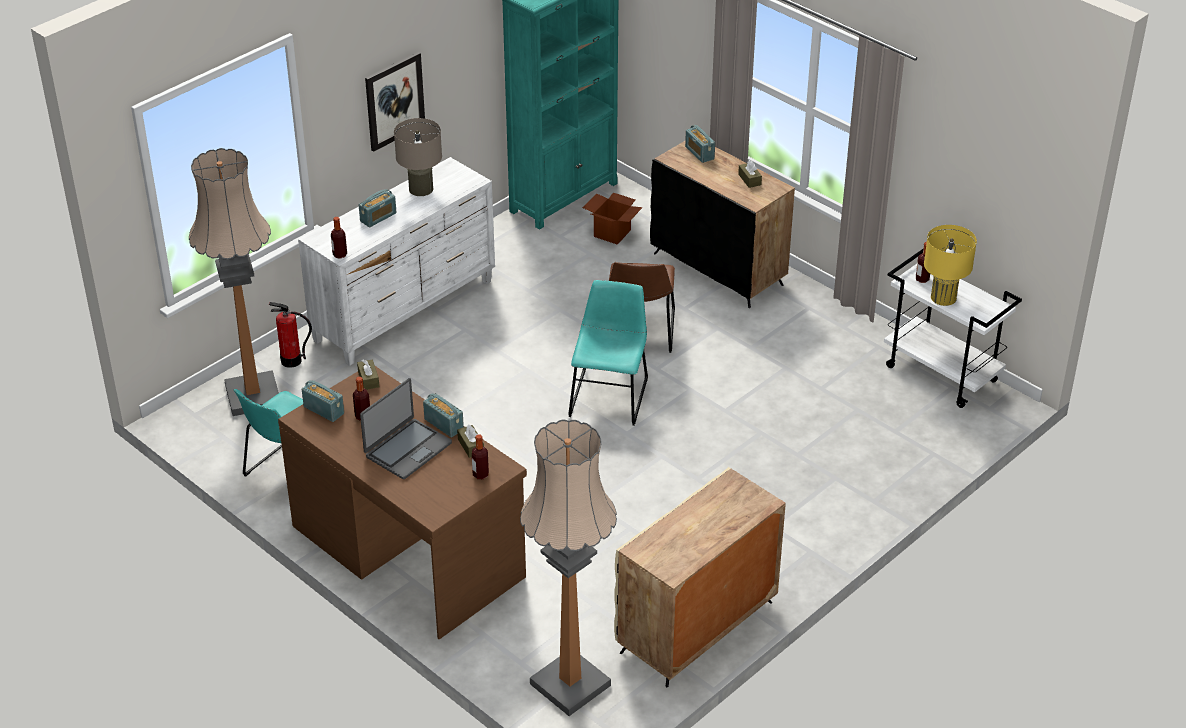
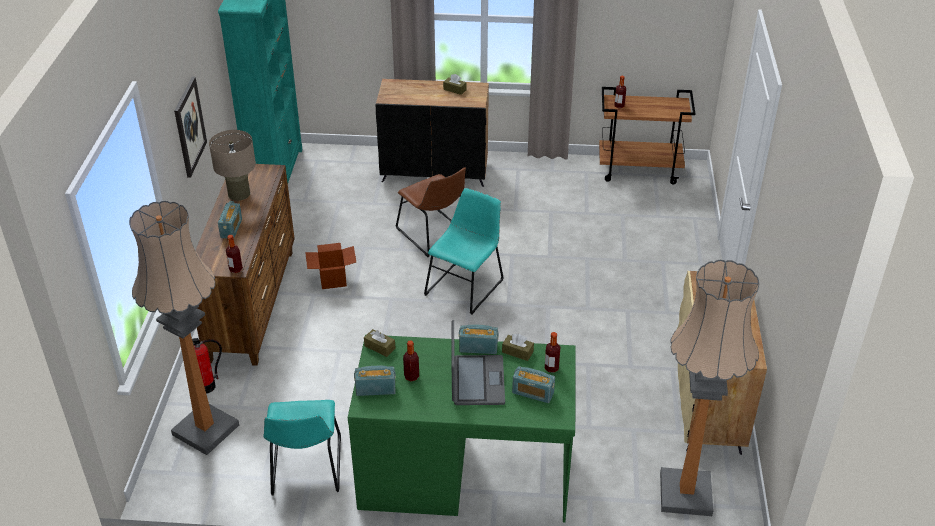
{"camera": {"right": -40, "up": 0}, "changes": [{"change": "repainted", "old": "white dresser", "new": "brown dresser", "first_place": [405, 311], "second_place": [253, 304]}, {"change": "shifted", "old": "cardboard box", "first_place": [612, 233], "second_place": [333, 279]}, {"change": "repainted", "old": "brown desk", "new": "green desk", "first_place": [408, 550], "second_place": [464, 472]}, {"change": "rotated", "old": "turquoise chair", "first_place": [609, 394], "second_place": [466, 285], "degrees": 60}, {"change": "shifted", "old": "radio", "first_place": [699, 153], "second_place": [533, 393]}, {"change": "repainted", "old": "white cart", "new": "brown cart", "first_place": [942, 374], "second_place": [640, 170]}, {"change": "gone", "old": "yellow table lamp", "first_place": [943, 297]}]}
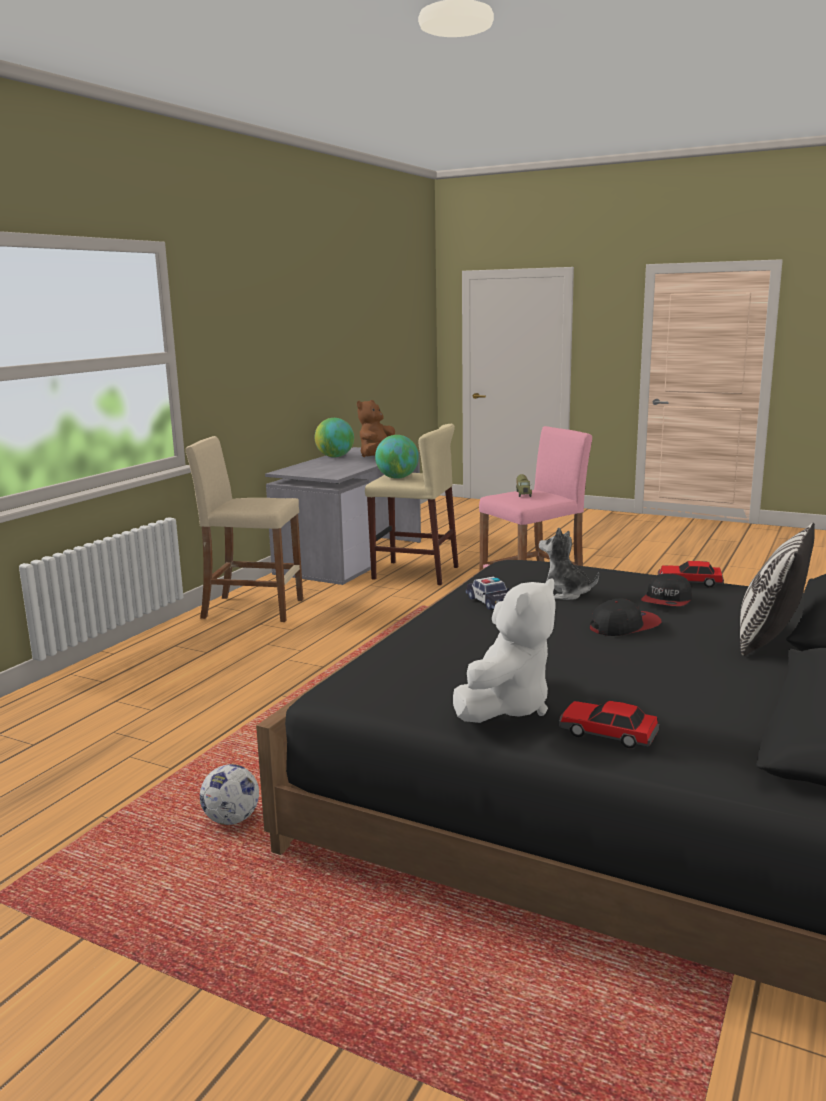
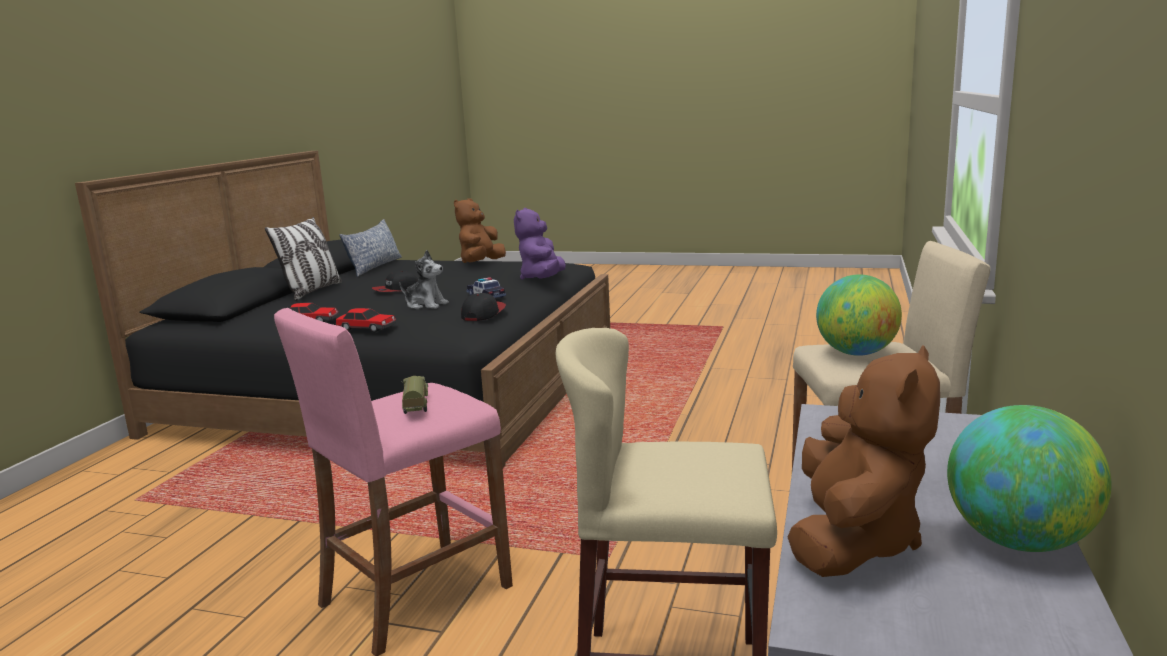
{"camera": {"right": 170, "up": 0}, "changes": [{"change": "shifted", "old": "toy car", "first_place": [607, 733], "second_place": [367, 328]}, {"change": "new", "new": "pillow", "second_place": [374, 266]}, {"change": "repainted", "old": "white plush toy", "new": "brown plush toy", "first_place": [506, 706], "second_place": [481, 263]}, {"change": "shifted", "old": "cap", "first_place": [667, 601], "second_place": [483, 313]}, {"change": "new", "new": "purple plush toy", "second_place": [542, 279]}, {"change": "shifted", "old": "globe", "first_place": [397, 478], "second_place": [856, 353]}, {"change": "gone", "old": "football", "first_place": [231, 820]}]}
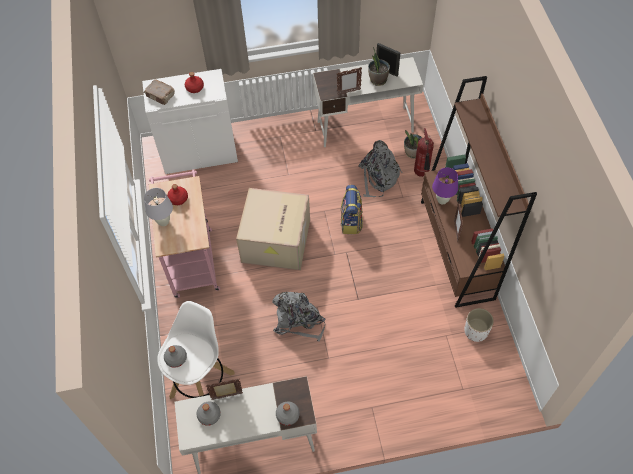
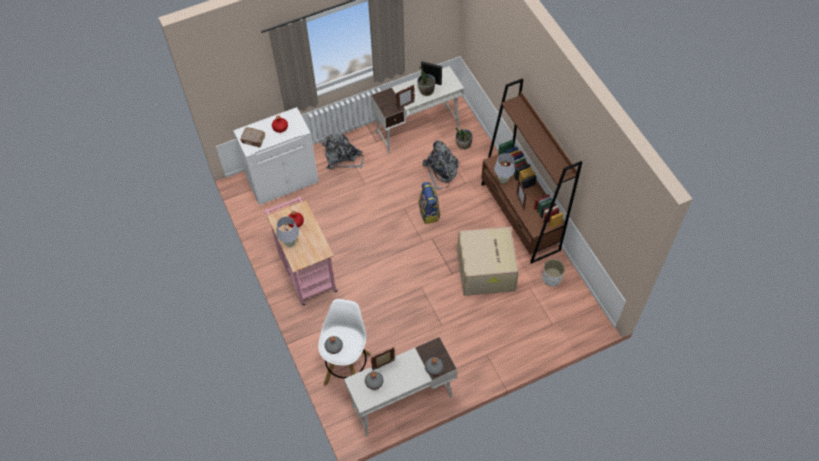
{"camera": {"right": -15, "up": 0}, "changes": [{"change": "shifted", "old": "grey backpack", "first_place": [299, 320], "second_place": [343, 158]}, {"change": "shifted", "old": "cardboard box", "first_place": [277, 242], "second_place": [486, 271]}, {"change": "repainted", "old": "purple table lamp", "new": "white table lamp", "first_place": [442, 200], "second_place": [503, 180]}, {"change": "gone", "old": "fire extinguisher", "first_place": [421, 174]}]}
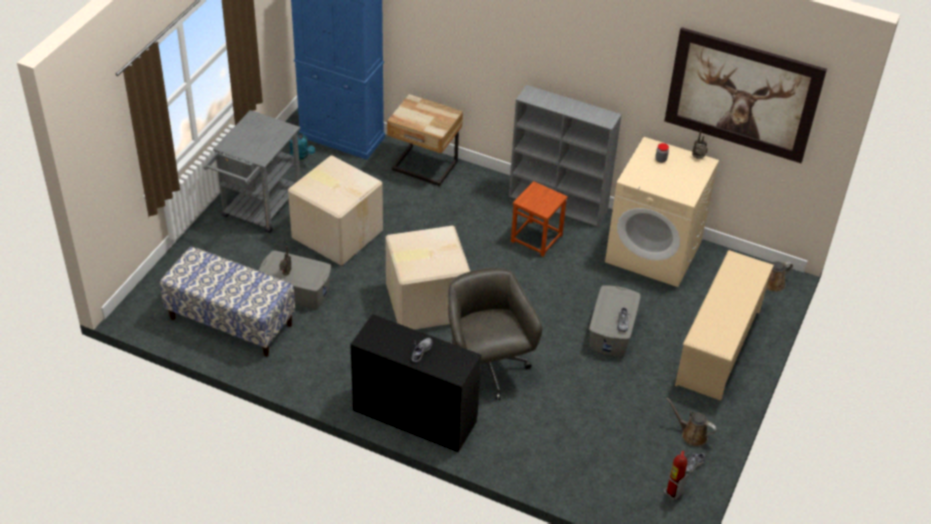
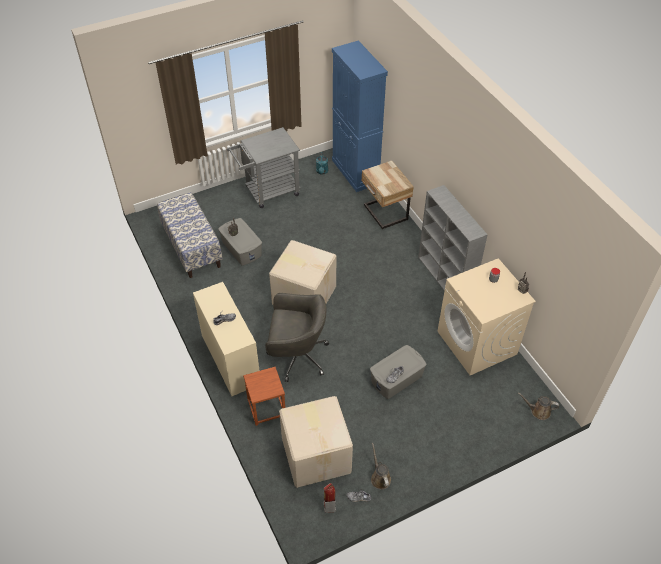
{"camera": {"right": 40, "up": 5}, "changes": [{"change": "repainted", "old": "black desk", "new": "beige desk", "first_place": [414, 415], "second_place": [230, 359]}, {"change": "shifted", "old": "brown stool", "first_place": [537, 238], "second_place": [267, 408]}, {"change": "rotated", "old": "grey office chair", "first_place": [485, 369], "second_place": [297, 356], "degrees": 75}, {"change": "shifted", "old": "cardboard box", "first_place": [337, 233], "second_place": [316, 454]}, {"change": "gone", "old": "picture", "first_place": [742, 95]}, {"change": "gone", "old": "beige shoe rack", "first_place": [719, 347]}]}
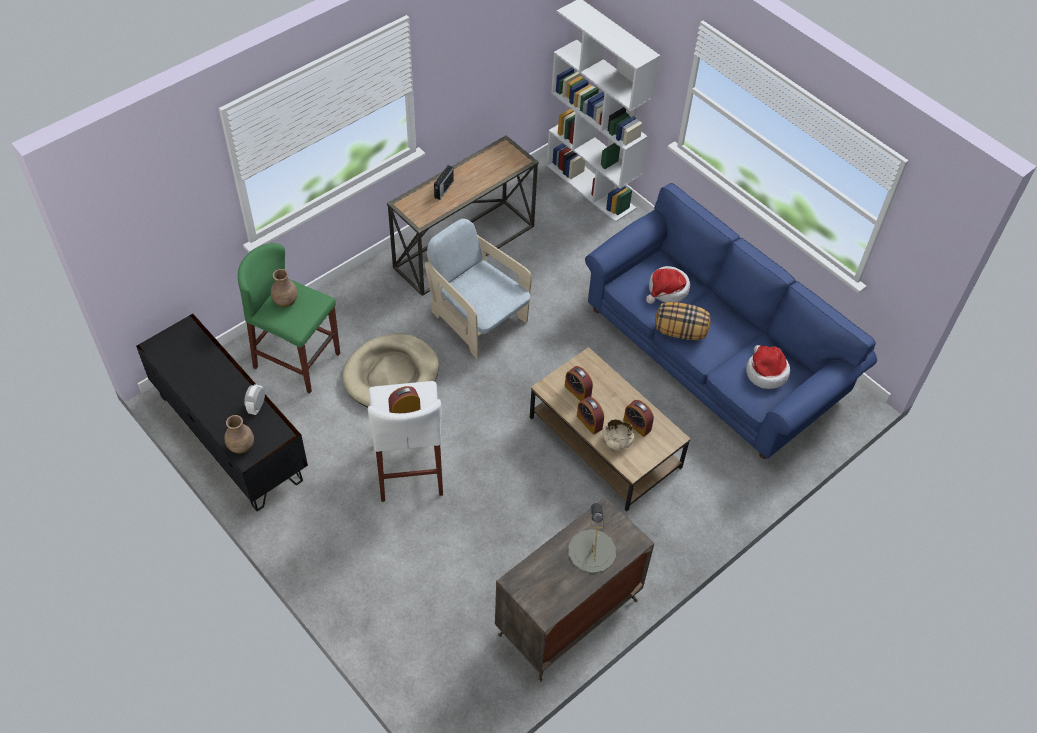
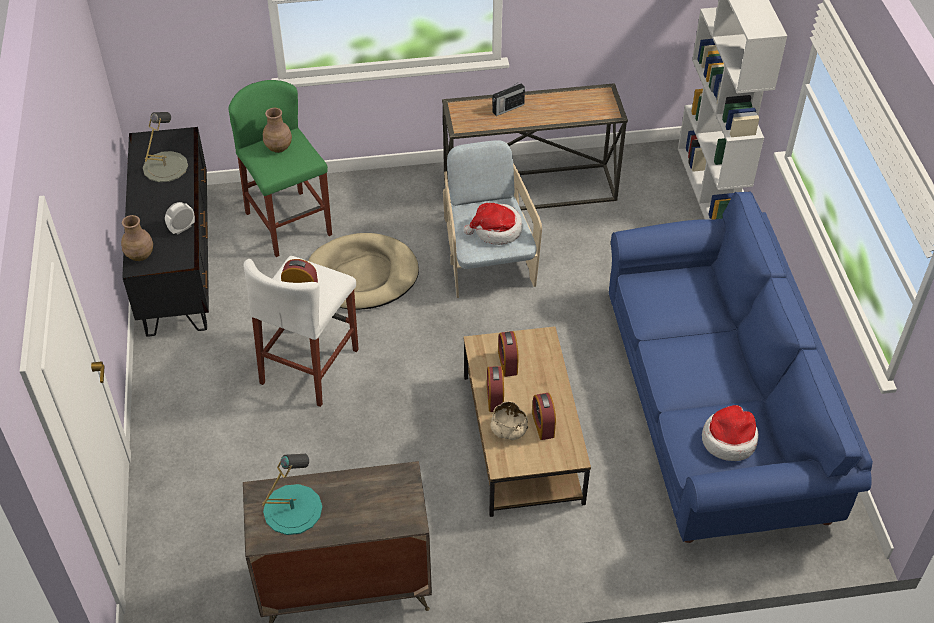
{"camera": {"right": 35, "up": -5}, "changes": [{"change": "shifted", "old": "grey table lamp", "first_place": [591, 551], "second_place": [165, 167]}, {"change": "new", "new": "turquoise table lamp", "second_place": [292, 509]}, {"change": "shifted", "old": "hat", "first_place": [667, 290], "second_place": [496, 230]}, {"change": "gone", "old": "pillow", "first_place": [680, 331]}]}
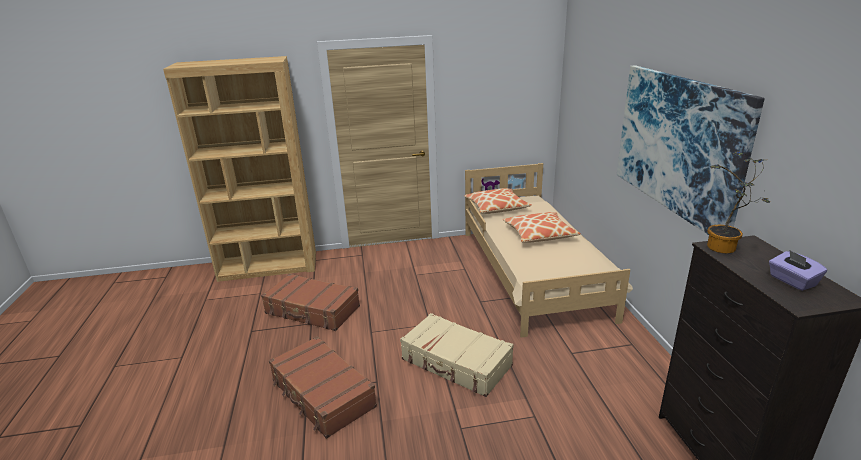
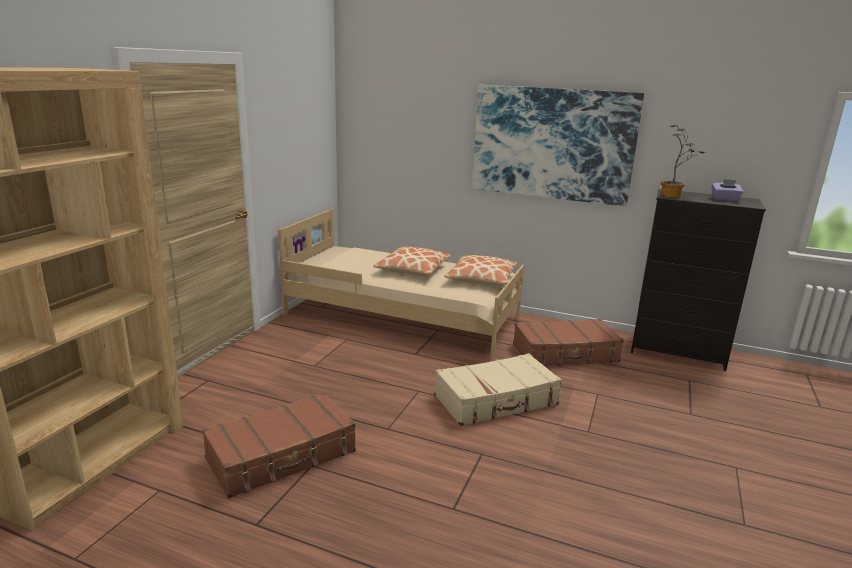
{"camera": {"right": -60, "up": -5}, "changes": [{"change": "shifted", "old": "pillow", "first_place": [496, 207], "second_place": [481, 279]}, {"change": "shifted", "old": "brown suitcase", "first_place": [322, 394], "second_place": [565, 353]}]}
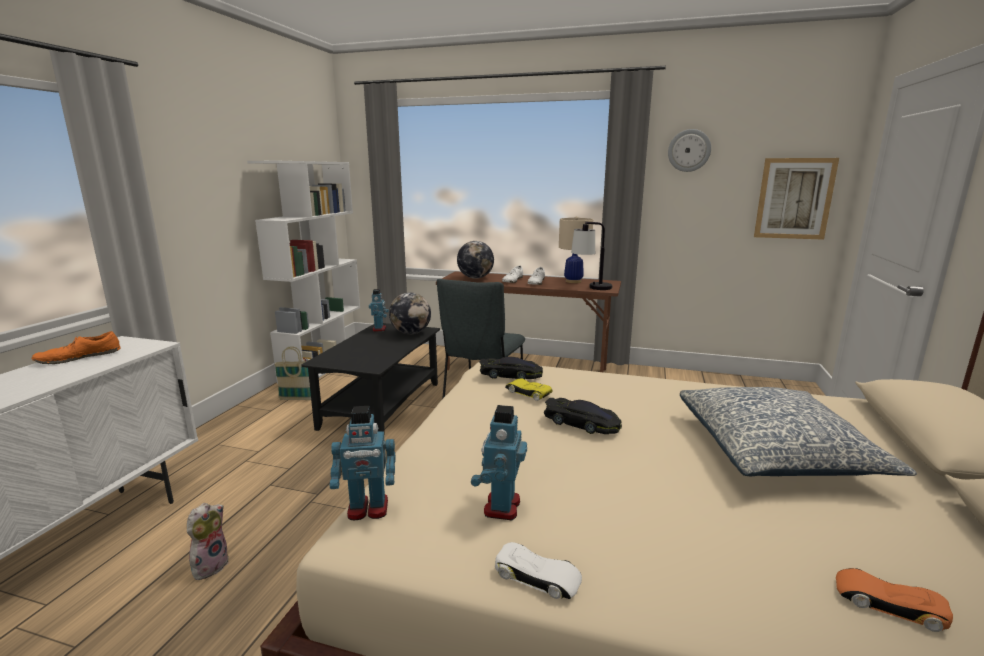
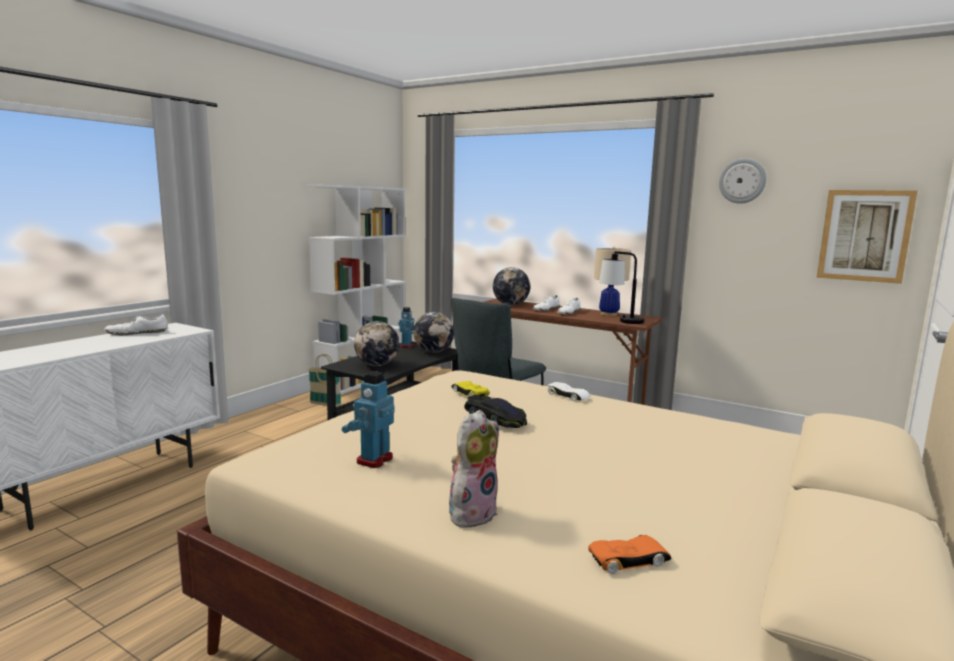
{"camera": {"right": 15, "up": -5}, "changes": [{"change": "repainted", "old": "orange shoe", "new": "white shoe", "first_place": [79, 357], "second_place": [137, 333]}, {"change": "new", "new": "globe", "second_place": [377, 365]}, {"change": "shifted", "old": "plush toy", "first_place": [210, 565], "second_place": [472, 513]}, {"change": "shifted", "old": "white toy car", "first_place": [537, 577], "second_place": [568, 396]}, {"change": "rotated", "old": "orange toy car", "first_place": [888, 604], "second_place": [629, 559], "degrees": 120}, {"change": "gone", "old": "toy robot", "first_place": [368, 509]}, {"change": "gone", "old": "black toy car", "first_place": [510, 374]}, {"change": "gone", "old": "pillow", "first_place": [775, 452]}]}
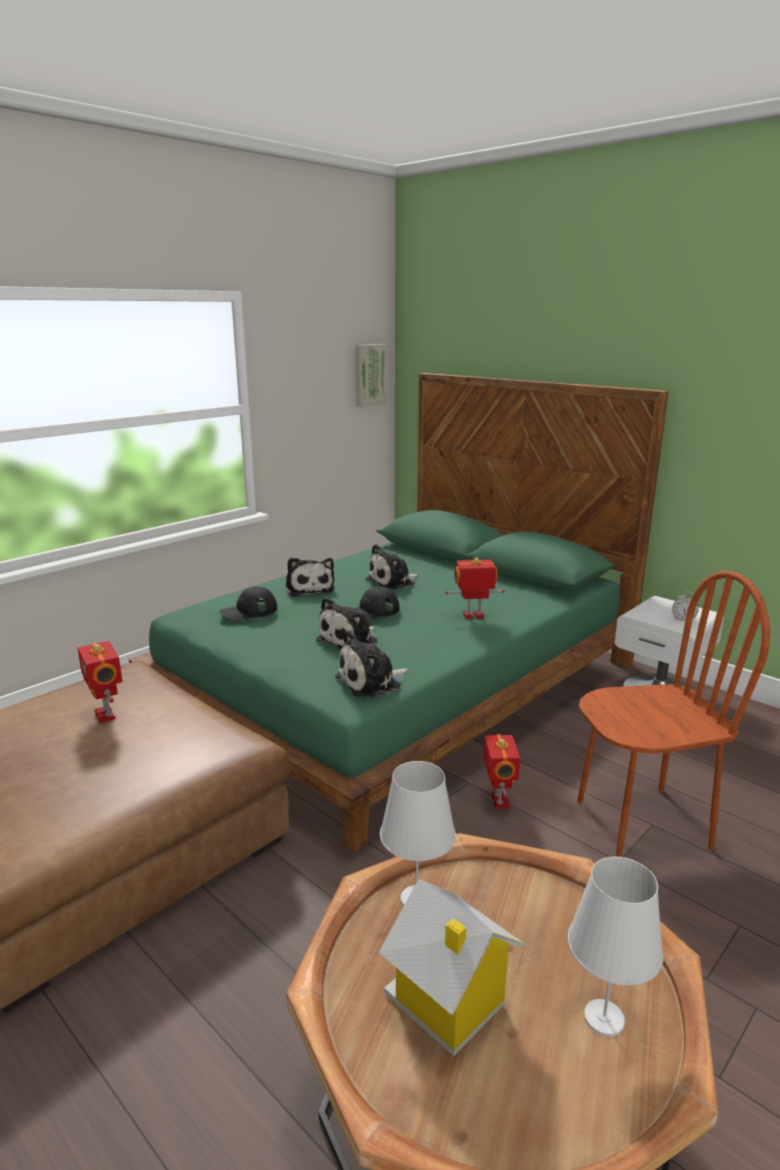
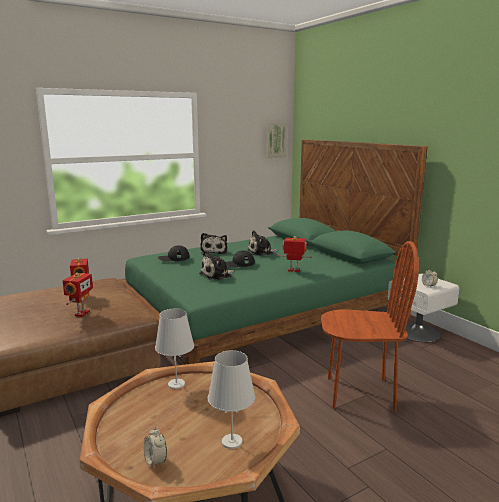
{"camera": {"right": 15, "up": -5}, "changes": [{"change": "shifted", "old": "toy robot", "first_place": [498, 801], "second_place": [81, 313]}, {"change": "new", "new": "alarm clock", "second_place": [155, 461]}, {"change": "gone", "old": "plush toy", "first_place": [372, 682]}, {"change": "gone", "old": "toy house", "first_place": [447, 1003]}]}
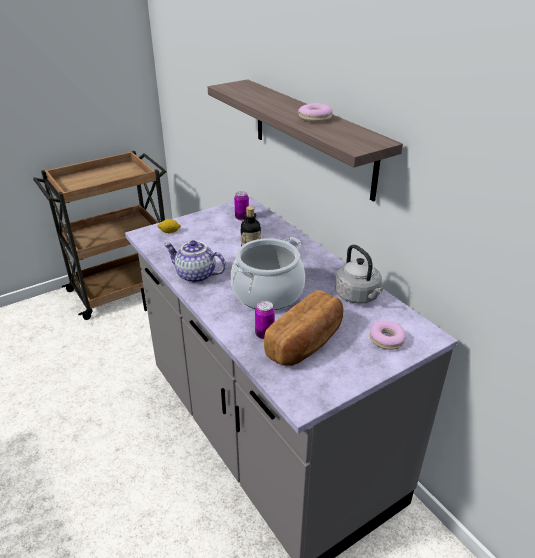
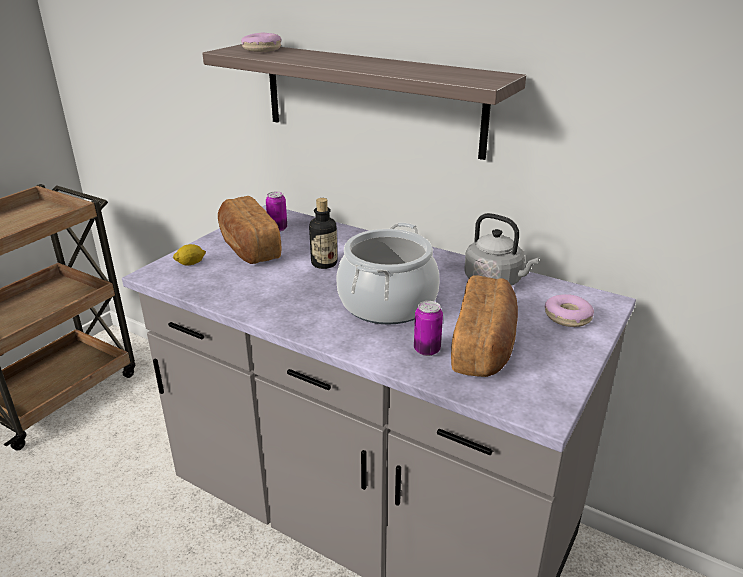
{"camera": {"right": -25, "up": -5}, "changes": [{"change": "new", "new": "bread", "second_place": [248, 247]}, {"change": "shifted", "old": "donut", "first_place": [315, 118], "second_place": [262, 49]}, {"change": "gone", "old": "teapot", "first_place": [195, 276]}]}
